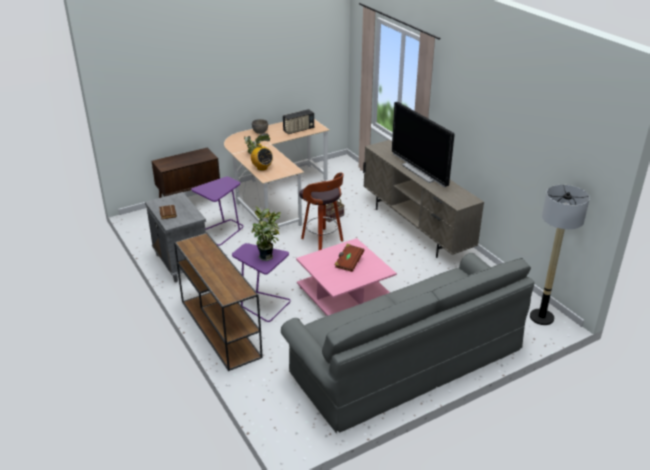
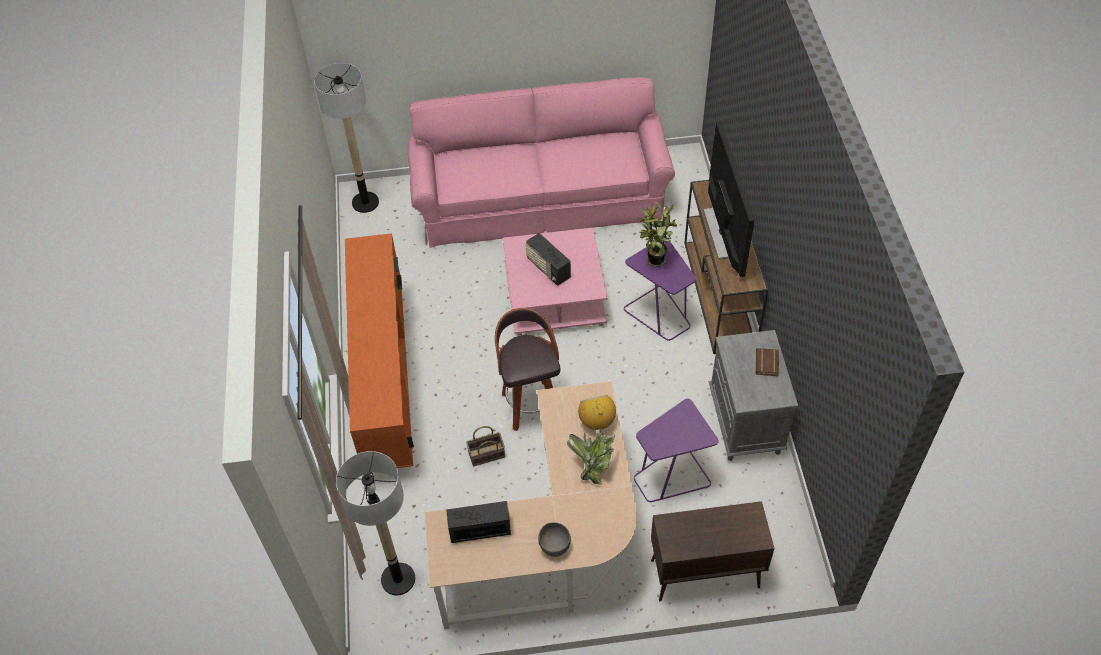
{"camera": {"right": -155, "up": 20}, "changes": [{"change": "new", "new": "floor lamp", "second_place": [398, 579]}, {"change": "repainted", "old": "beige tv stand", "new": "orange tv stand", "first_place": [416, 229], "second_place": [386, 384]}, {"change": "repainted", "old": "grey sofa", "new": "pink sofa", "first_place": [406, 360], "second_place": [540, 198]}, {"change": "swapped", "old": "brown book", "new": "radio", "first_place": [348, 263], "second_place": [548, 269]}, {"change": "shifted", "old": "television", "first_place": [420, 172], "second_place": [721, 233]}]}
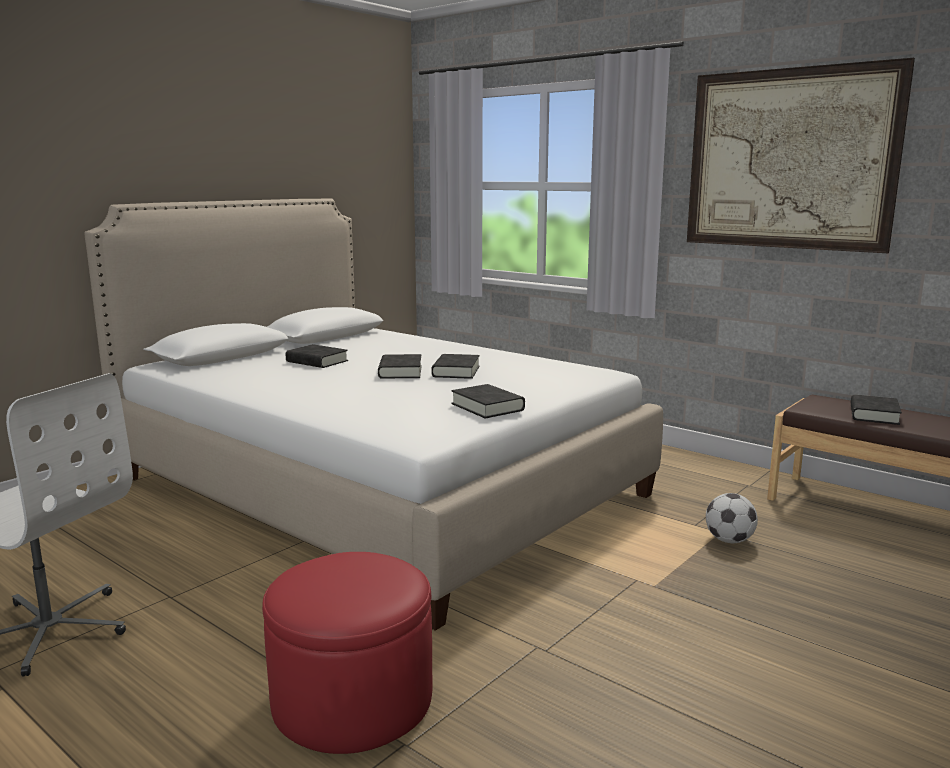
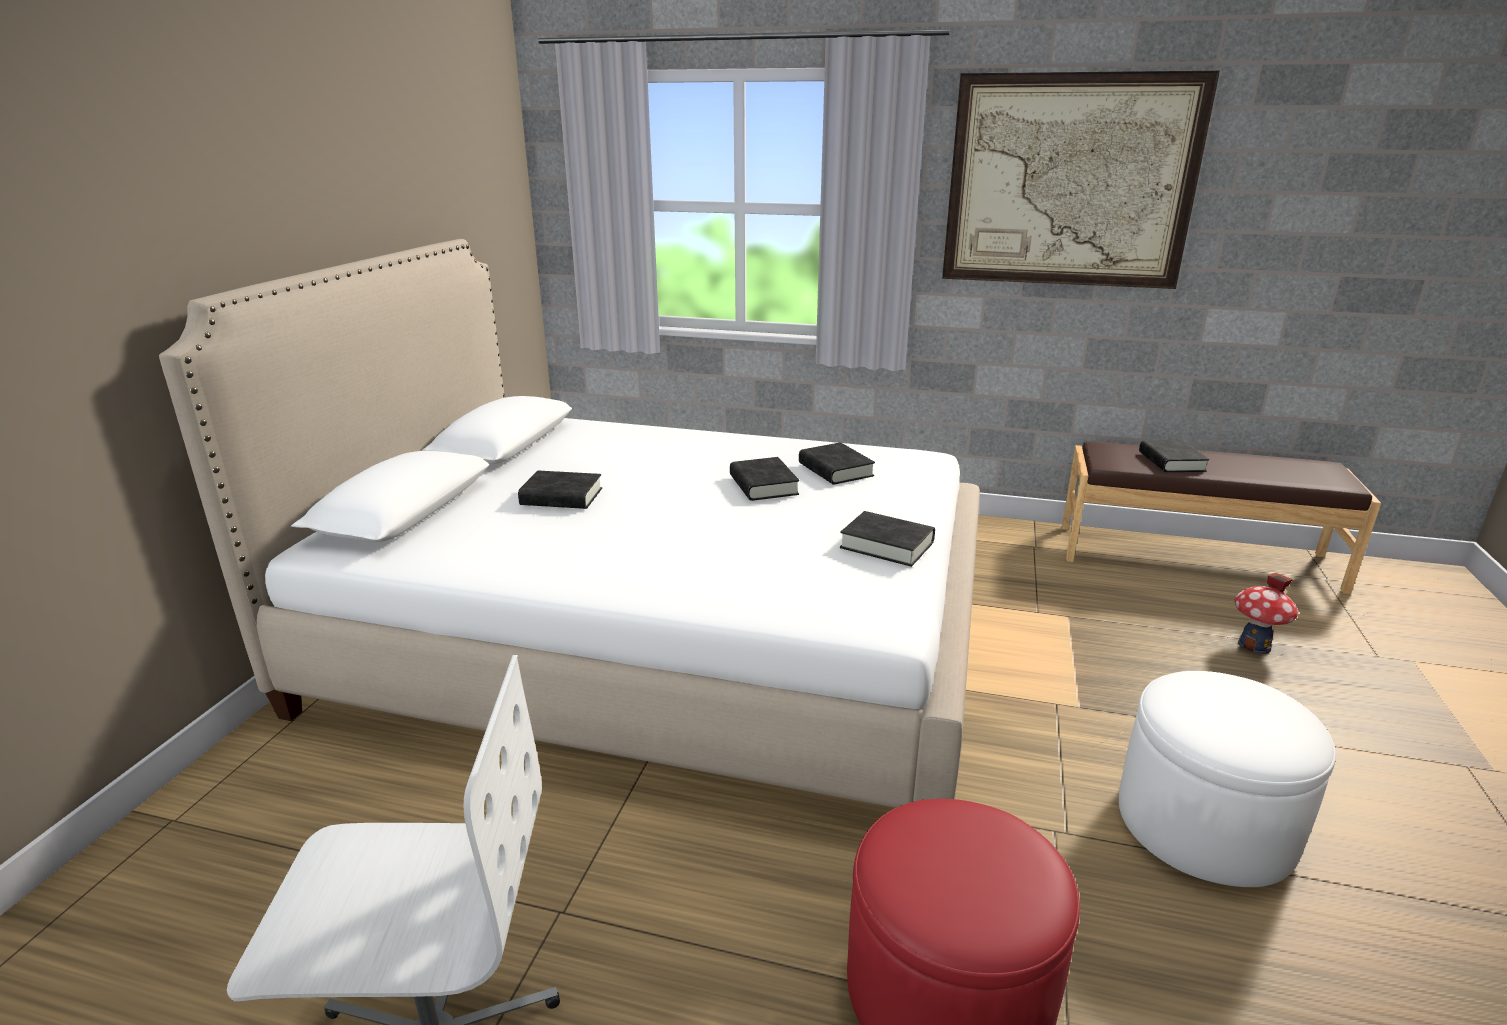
{"camera": {"right": -25, "up": 10}, "changes": [{"change": "shifted", "old": "black book", "first_place": [400, 372], "second_place": [835, 470]}, {"change": "new", "new": "white ottoman", "second_place": [1205, 823]}, {"change": "new", "new": "toy house", "second_place": [1254, 645]}, {"change": "gone", "old": "football", "first_place": [729, 540]}]}
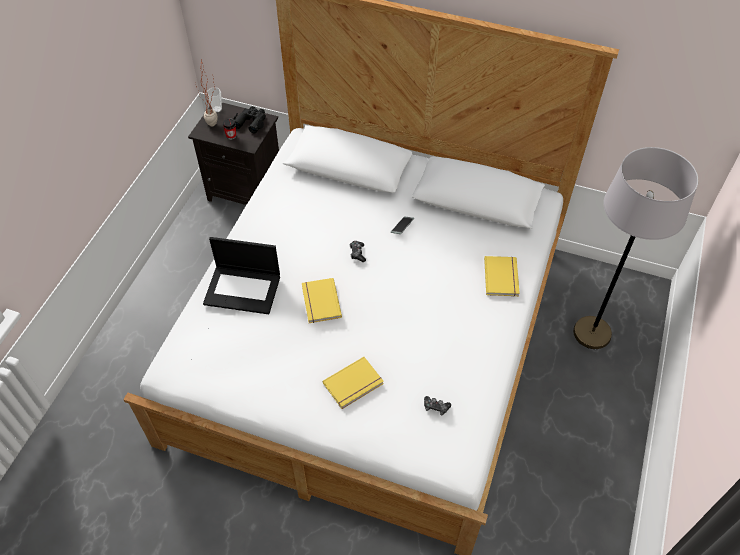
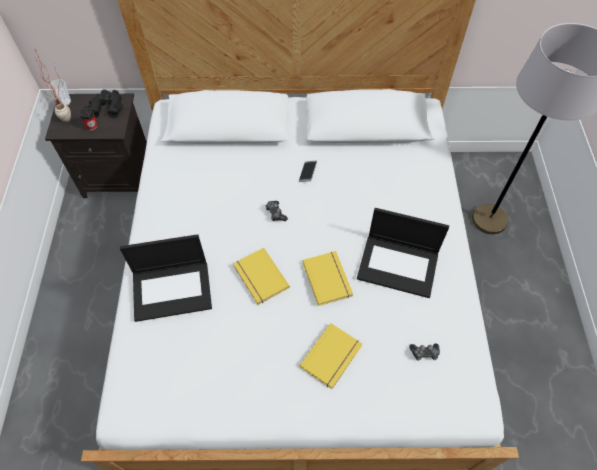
{"camera": {"right": -20, "up": 5}, "changes": [{"change": "shifted", "old": "yellow book", "first_place": [502, 277], "second_place": [328, 278]}, {"change": "new", "new": "laptop", "second_place": [399, 265]}]}
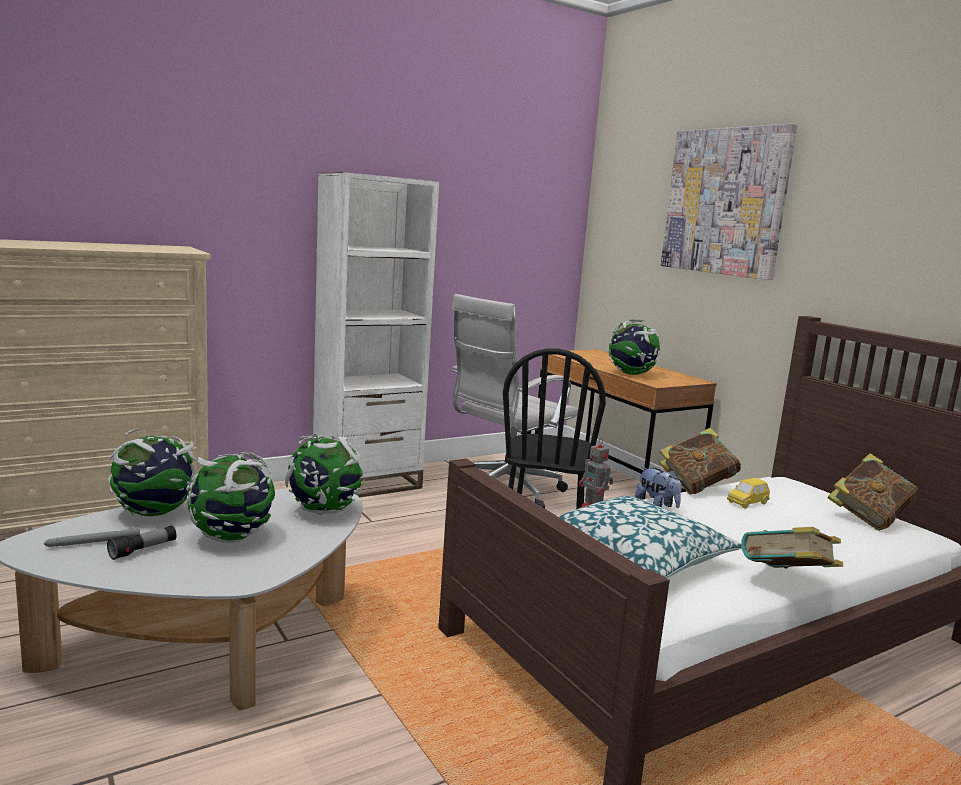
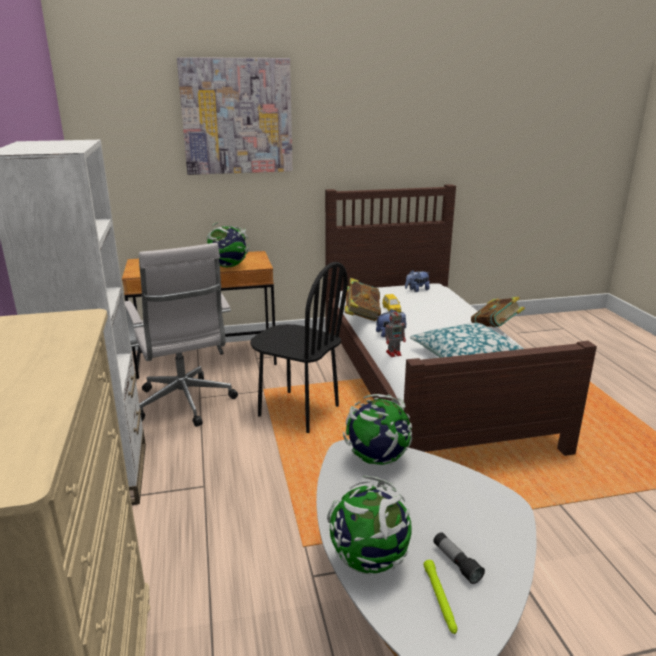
{"camera": {"right": -70, "up": 10}, "changes": [{"change": "swapped", "old": "book", "new": "plush toy", "first_place": [868, 518], "second_place": [416, 290]}, {"change": "repainted", "old": "grey flashlight", "new": "green flashlight", "first_place": [93, 543], "second_place": [440, 600]}, {"change": "gone", "old": "globe", "first_place": [232, 537]}]}
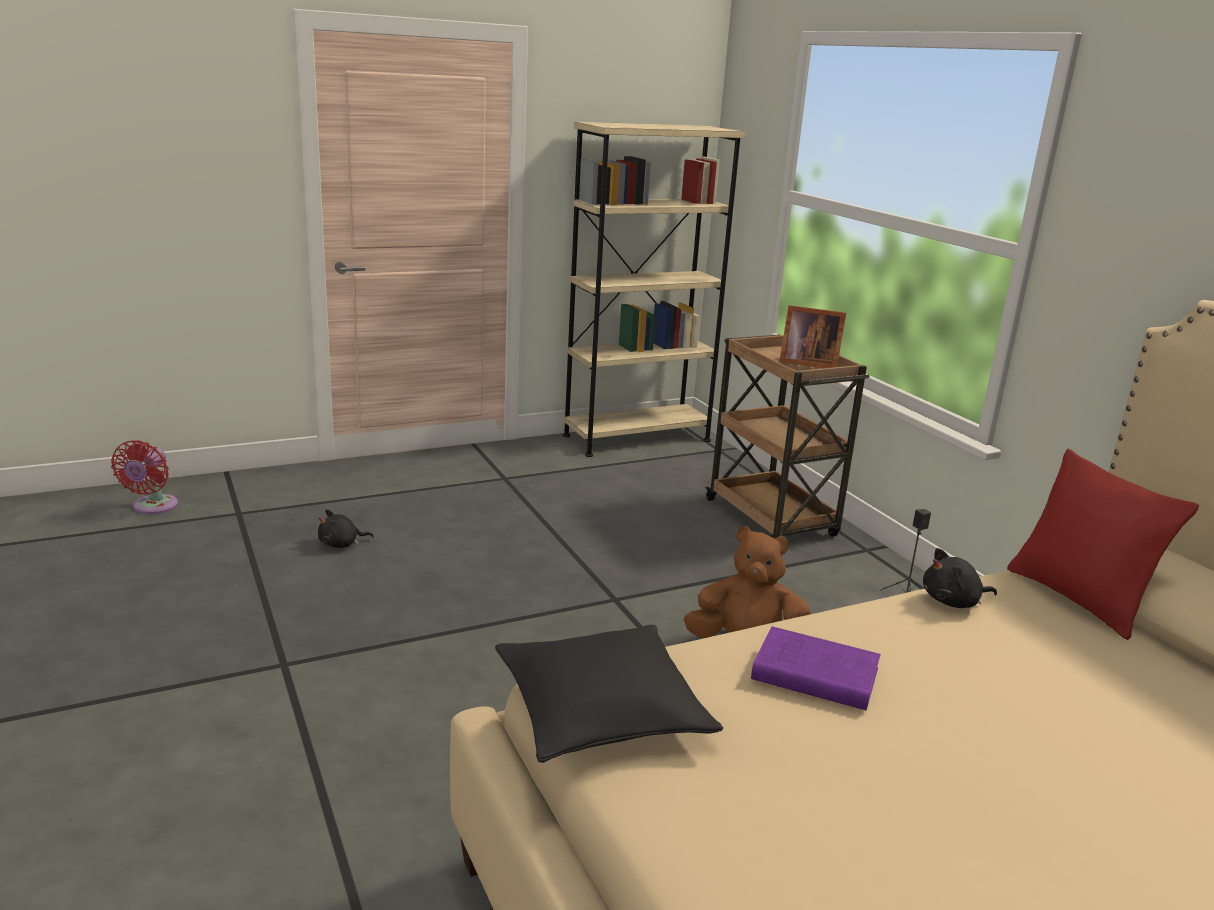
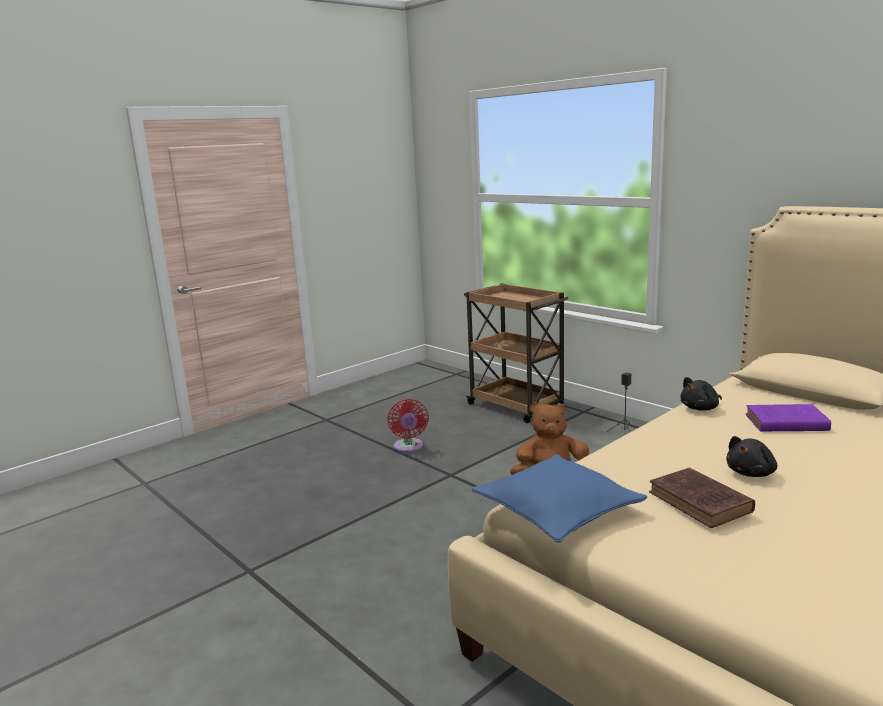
{"camera": {"right": -15, "up": -5}, "changes": [{"change": "shifted", "old": "red fan", "first_place": [152, 507], "second_place": [408, 447]}, {"change": "repainted", "old": "black pillow", "new": "blue pillow", "first_place": [601, 710], "second_place": [557, 511]}, {"change": "new", "new": "brown book", "second_place": [702, 503]}, {"change": "shifted", "old": "black plush toy", "first_place": [341, 544], "second_place": [751, 473]}, {"change": "shifted", "old": "purple book", "first_place": [811, 674], "second_place": [784, 423]}, {"change": "gone", "old": "beige bookcase", "first_place": [637, 438]}, {"change": "gone", "old": "picture frame", "first_place": [806, 363]}, {"change": "gone", "old": "red pillow", "first_place": [1077, 599]}]}
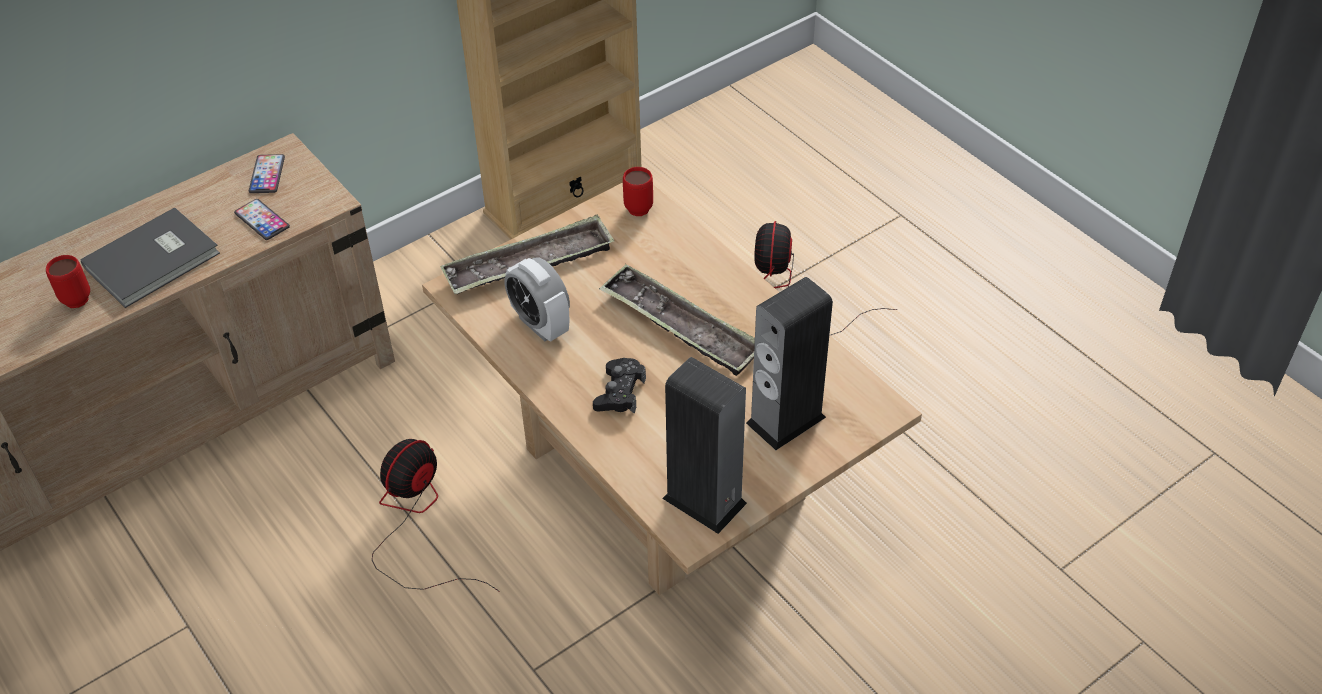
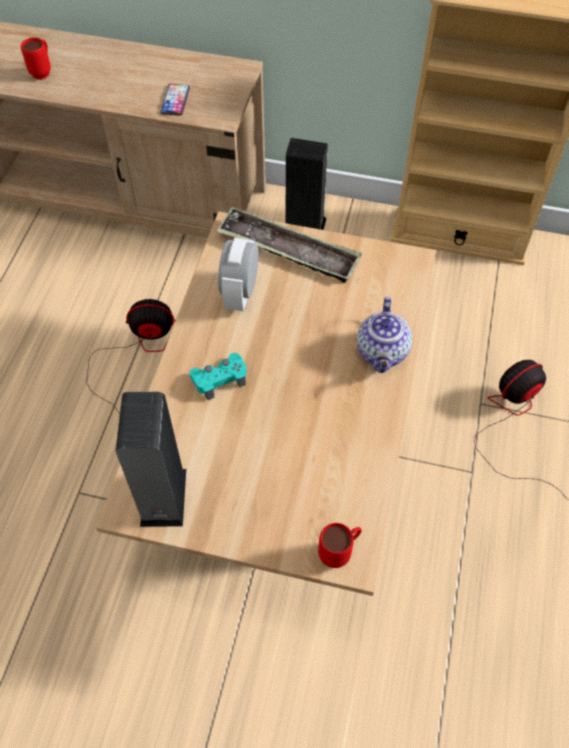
{"camera": {"right": 50, "up": 10}, "changes": [{"change": "repainted", "old": "black game controller", "new": "turquoise game controller", "first_place": [620, 392], "second_place": [220, 379]}, {"change": "shifted", "old": "speaker", "first_place": [786, 420], "second_place": [304, 224]}, {"change": "shifted", "old": "red mug", "first_place": [639, 205], "second_place": [339, 552]}, {"change": "new", "new": "teapot", "second_place": [382, 353]}, {"change": "gone", "old": "grey book", "first_place": [155, 261]}, {"change": "gone", "old": "phone", "first_place": [267, 175]}, {"change": "gone", "old": "tray", "first_place": [680, 326]}]}
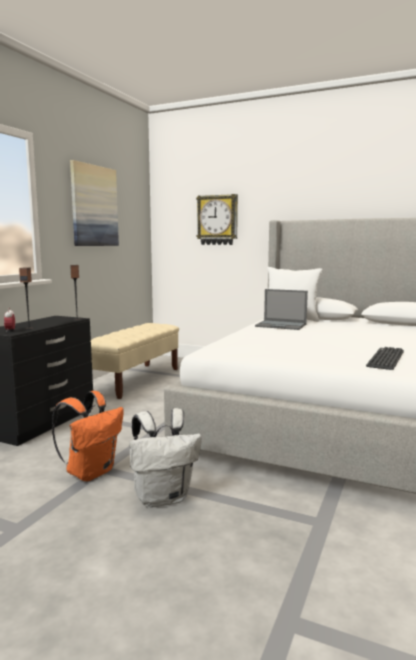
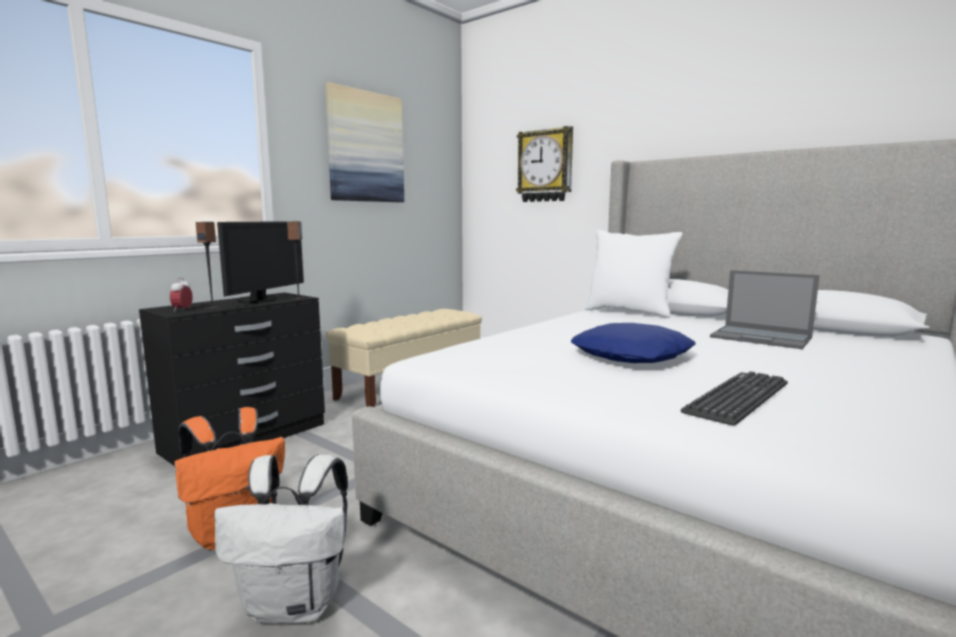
{"camera": {"right": 15, "up": 0}, "changes": [{"change": "new", "new": "monitor", "second_place": [261, 300]}, {"change": "new", "new": "blue pillow", "second_place": [632, 356]}, {"change": "shifted", "old": "laptop", "first_place": [281, 325], "second_place": [762, 337]}]}
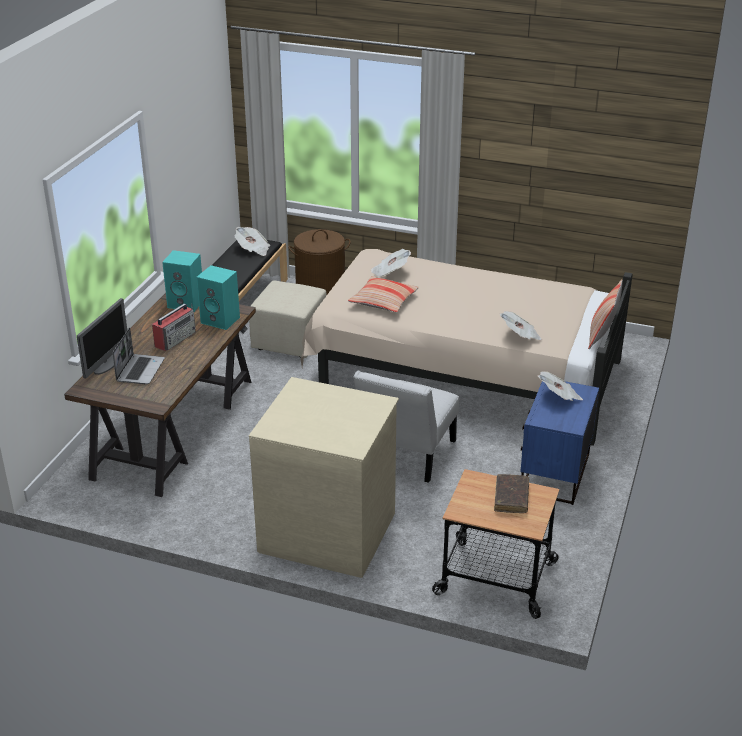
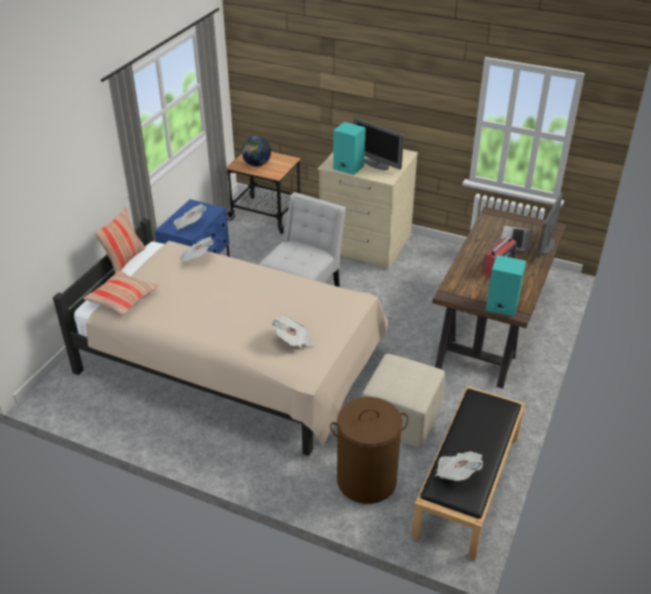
{"camera": {"right": -175, "up": 5}, "changes": [{"change": "shifted", "old": "pillow", "first_place": [383, 301], "second_place": [122, 298]}, {"change": "swapped", "old": "brown book", "new": "globe", "first_place": [511, 498], "second_place": [256, 164]}, {"change": "shifted", "old": "turquoise speaker", "first_place": [221, 320], "second_place": [347, 167]}, {"change": "new", "new": "monitor", "second_place": [376, 164]}]}
